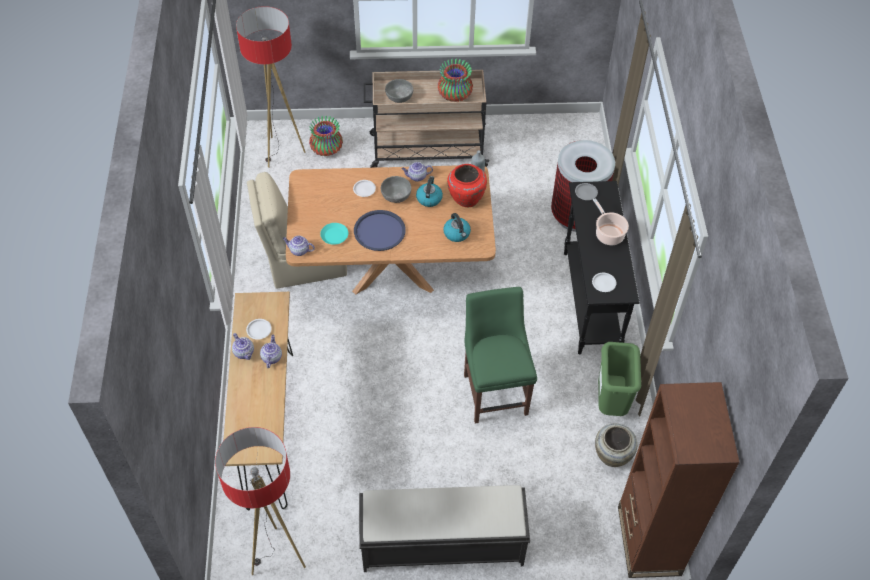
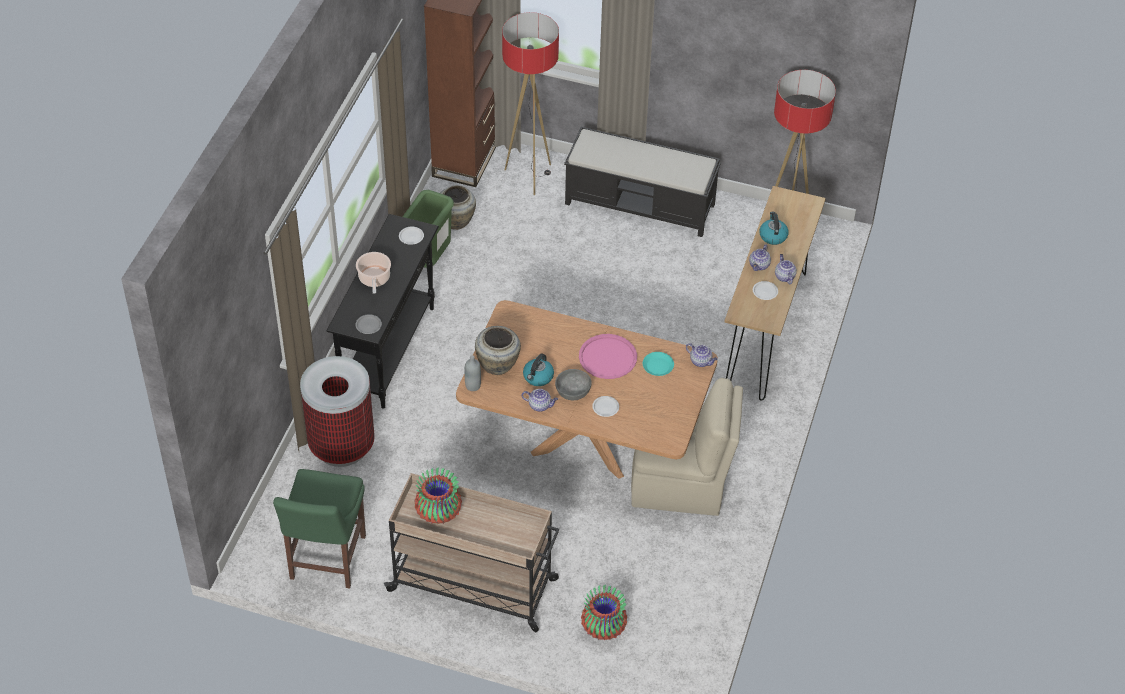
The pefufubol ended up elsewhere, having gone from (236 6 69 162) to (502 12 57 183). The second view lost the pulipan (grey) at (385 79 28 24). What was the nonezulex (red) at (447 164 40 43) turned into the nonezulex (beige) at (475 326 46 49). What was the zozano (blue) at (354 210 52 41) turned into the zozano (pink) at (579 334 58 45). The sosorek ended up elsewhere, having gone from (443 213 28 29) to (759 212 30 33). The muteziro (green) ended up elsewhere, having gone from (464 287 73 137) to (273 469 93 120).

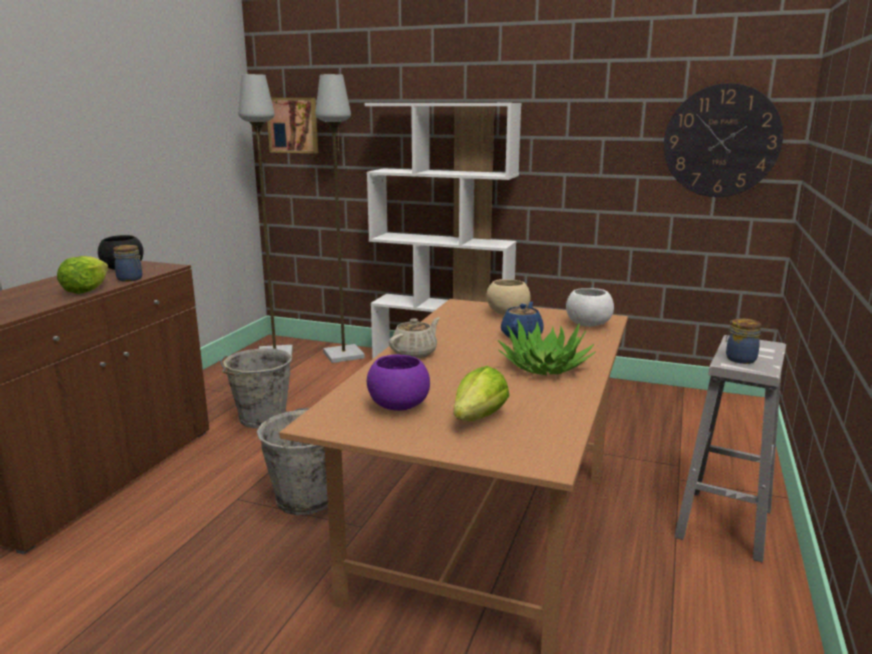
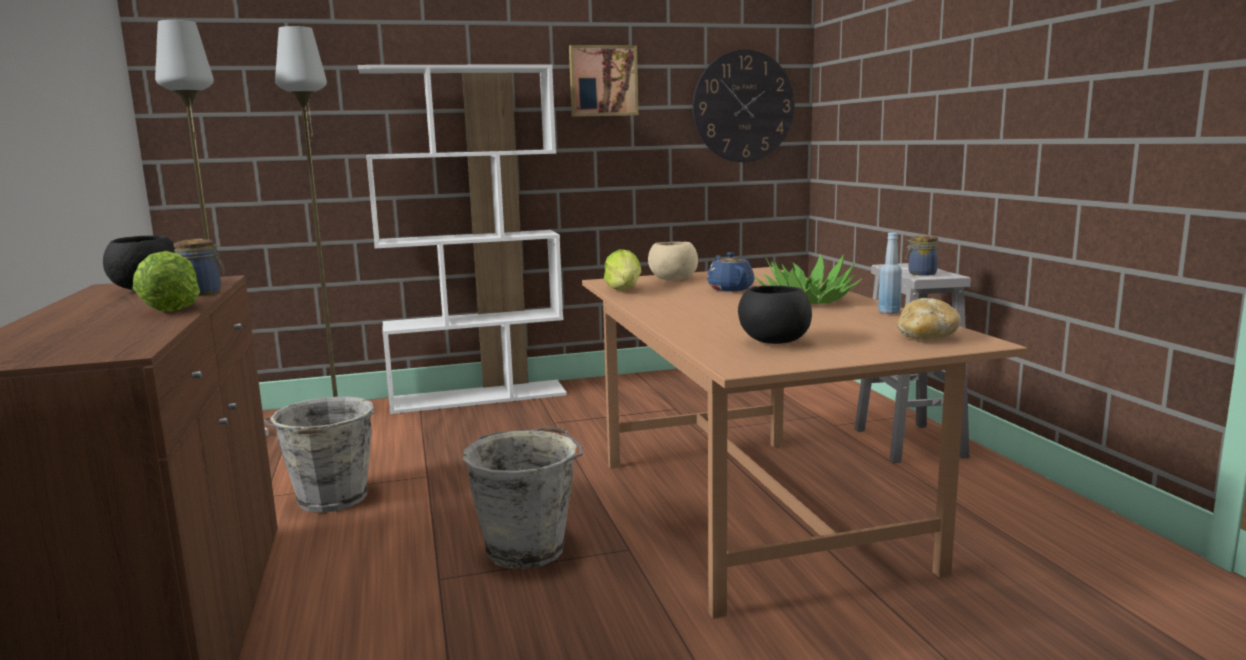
The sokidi ended up elsewhere, having gone from (267 98 51 56) to (569 45 69 72). The second view lost the pulipan (white) at (566 288 48 38). The second view lost the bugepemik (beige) at (389 318 51 40). What was the pulipan (purple) at (367 354 63 57) turned into the pulipan (black) at (738 286 74 58). The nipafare ended up elsewhere, having gone from (454 366 55 55) to (604 249 38 41). The second view gained the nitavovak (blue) at (878 232 24 82). The second view gained the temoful at (897 298 64 41).

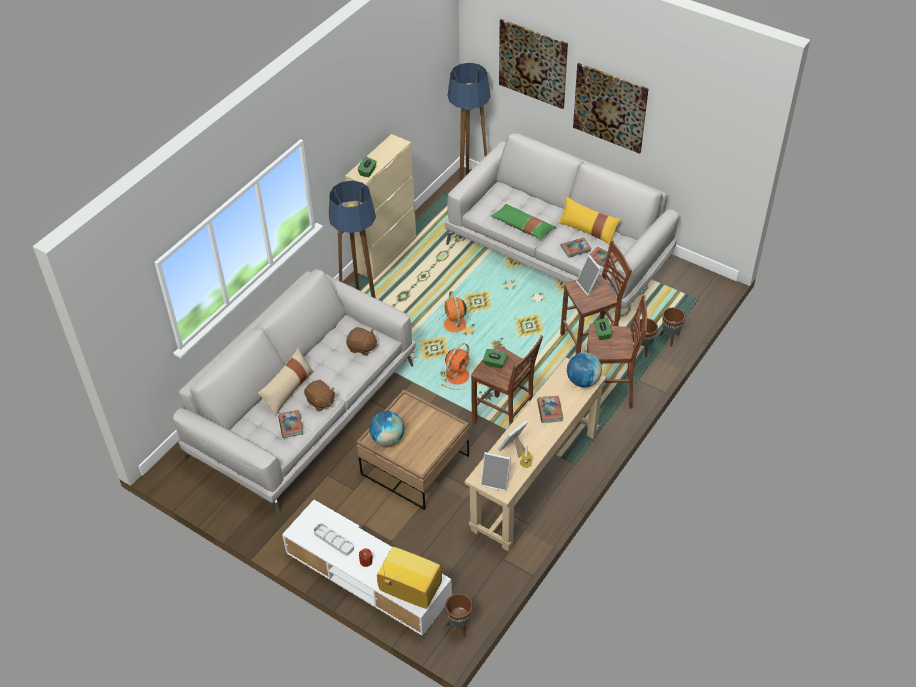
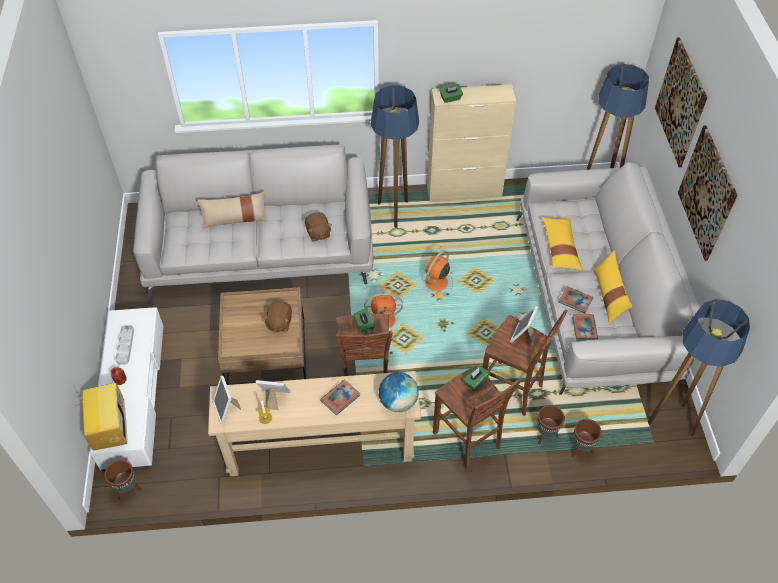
What was the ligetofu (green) at (491 204 66 36) turned into the ligetofu (yellow) at (541 217 42 54). The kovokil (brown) ended up elsewhere, having gone from (304 380 31 31) to (263 301 29 31). The second view lost the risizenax at (278 410 25 28). The second view lost the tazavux at (369 411 35 35). The second view gained the pefufubol at (648 299 102 137).

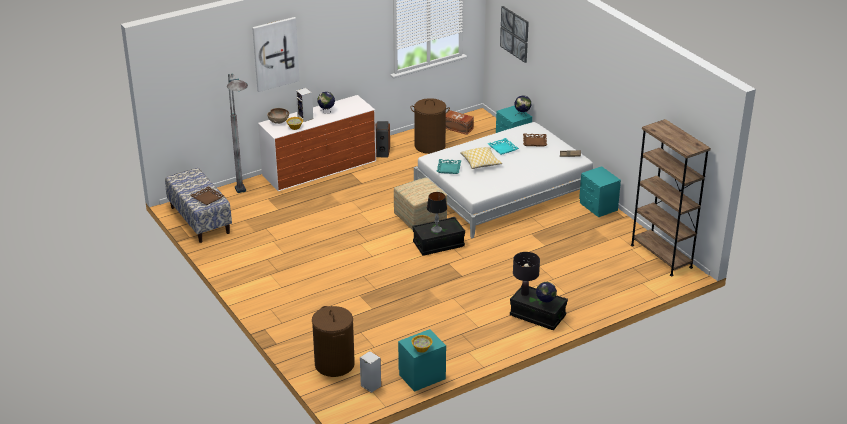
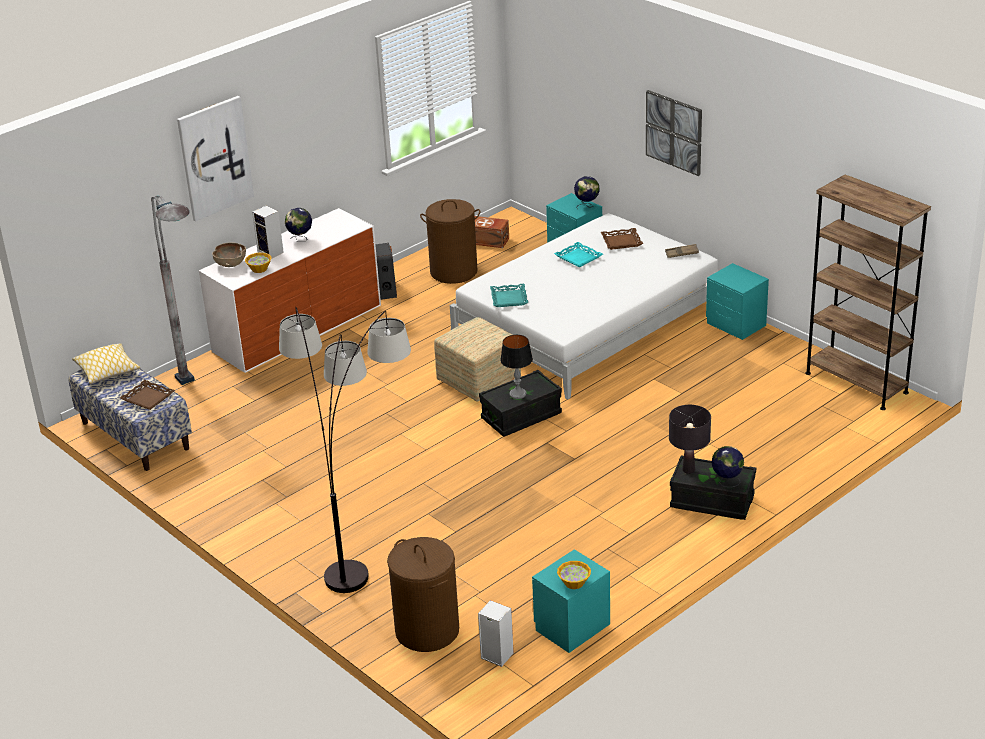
The sokidi ended up elsewhere, having gone from (500 6 29 57) to (646 90 56 86). The ligetofu ended up elsewhere, having gone from (460 147 42 22) to (72 343 69 41). The second view gained the pefufubol at (279 308 132 285).

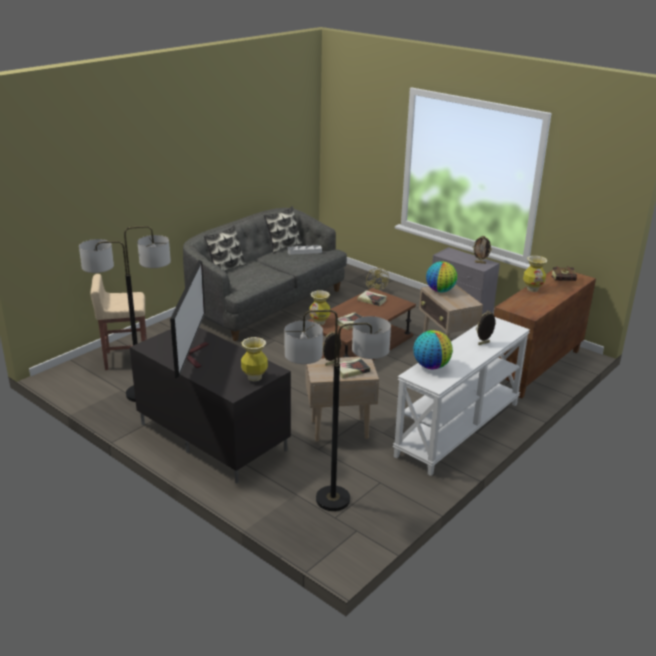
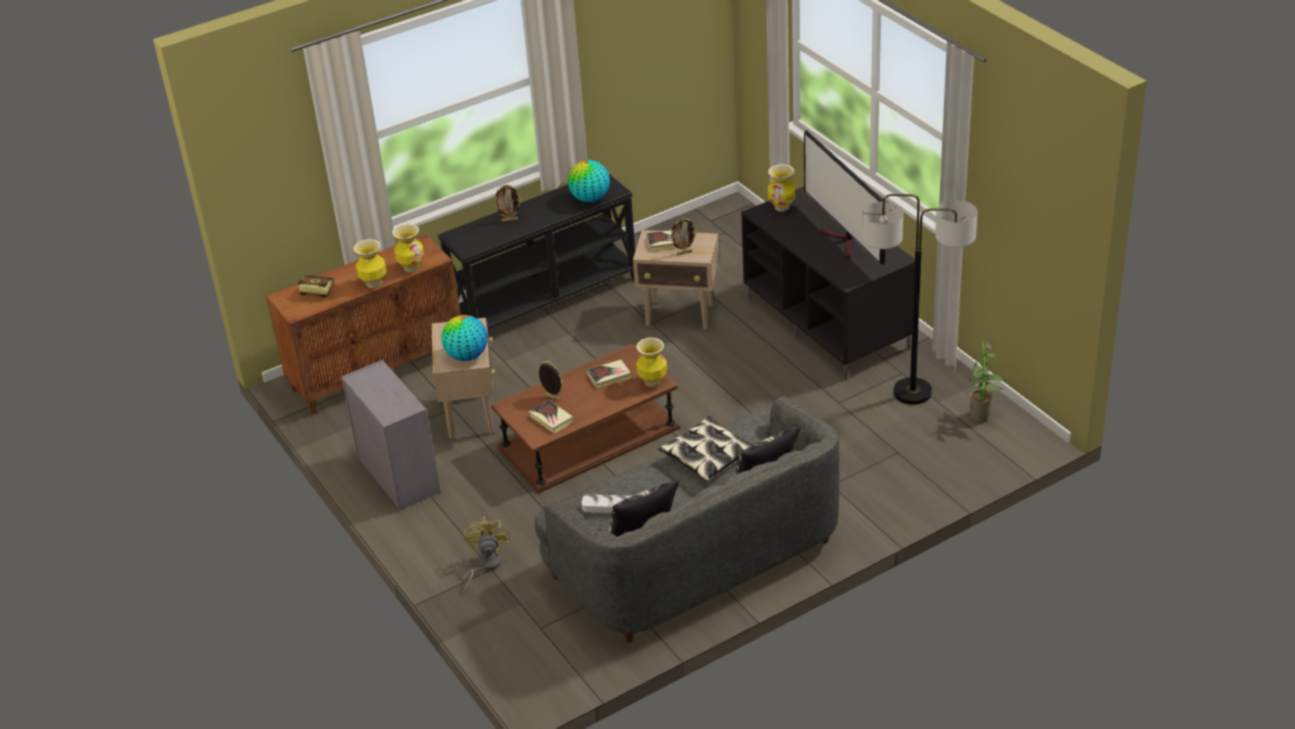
The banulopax ended up elsewhere, having gone from (473 236 19 28) to (538 361 25 39). The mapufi at (170 260 39 118) ended up facing another way, 45 degrees counterclockwise from before. The second view lost the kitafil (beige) at (91 274 56 96). The second view lost the pefufubol at (284 310 107 201). What was the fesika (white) at (393 317 137 159) turned into the fesika (black) at (438 174 197 157). The second view gained the nonezulex at (392 224 32 48). The second view gained the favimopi at (969 341 37 81). The second view gained the ligetofu at (658 416 95 66).

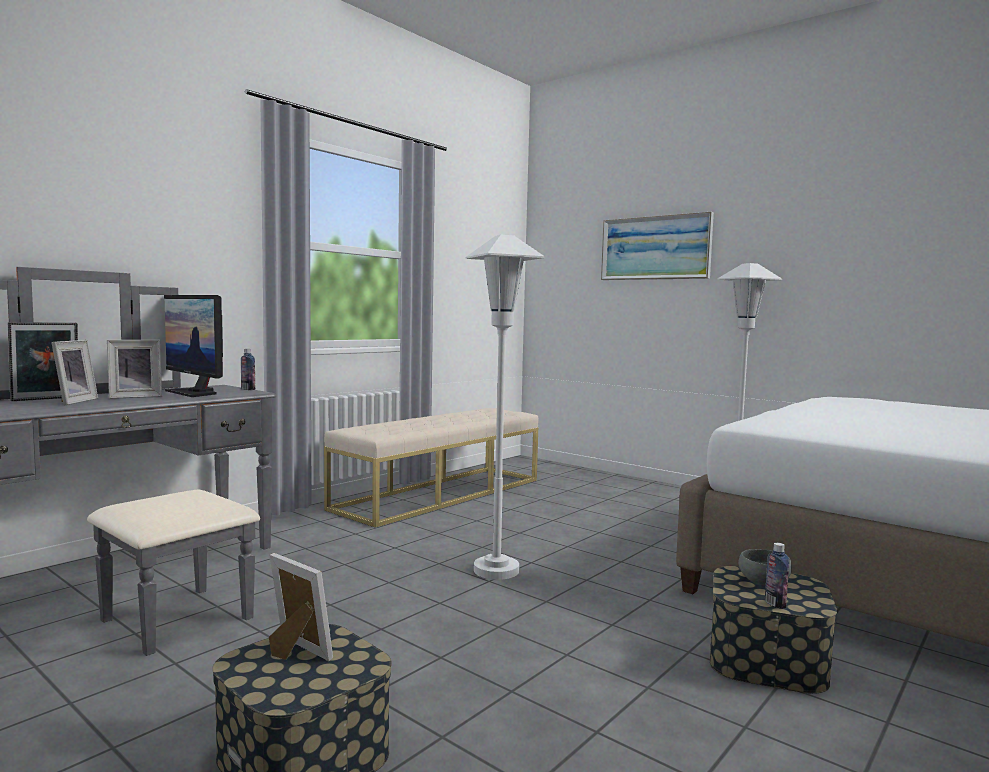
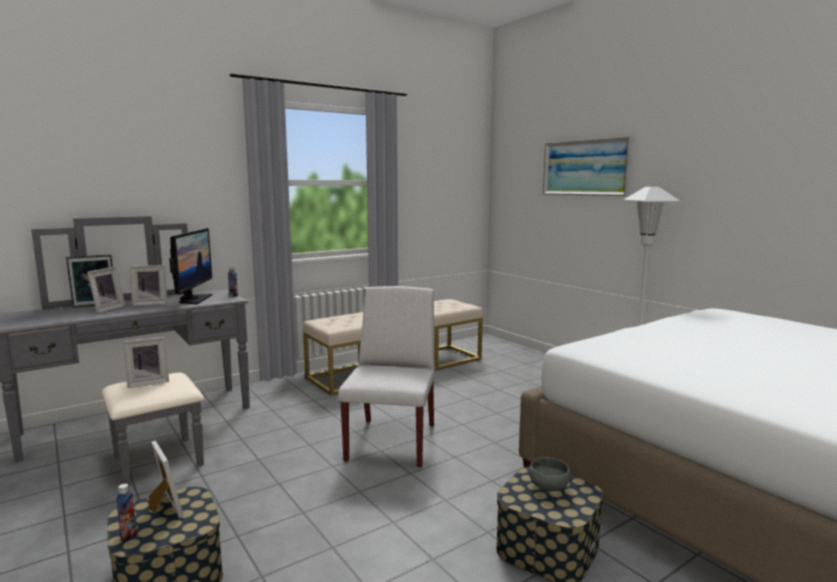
Where the pefufubol (white) stood at (465 235 80 345), the muteziro (white) came to stand at (338 286 97 182). The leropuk at (164 295 59 102) ended up facing another way, 150 degrees counterclockwise from before. The nitavovak ended up elsewhere, having gone from (765 543 24 66) to (116 484 21 58). The second view gained the banulopax at (123 337 46 51).

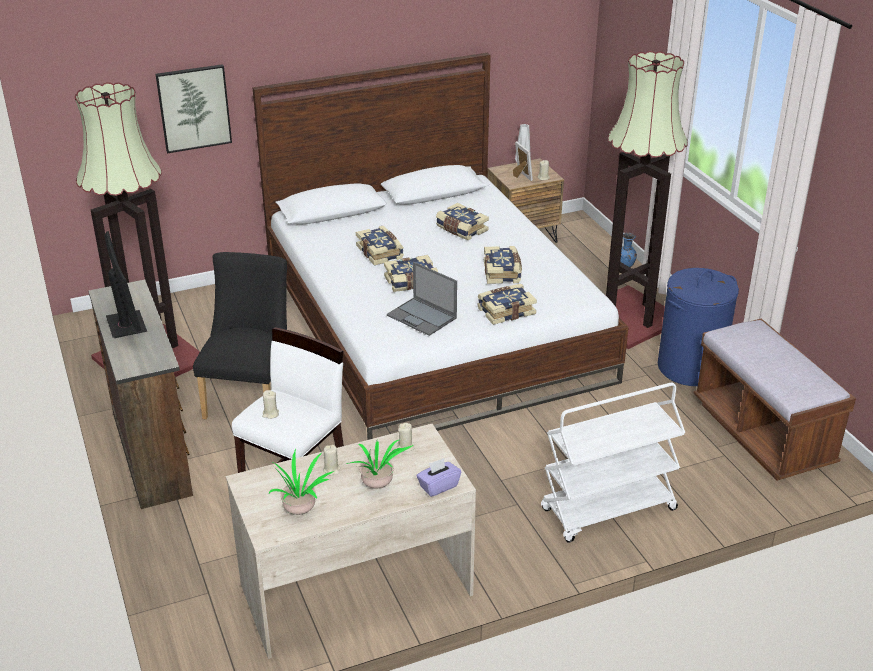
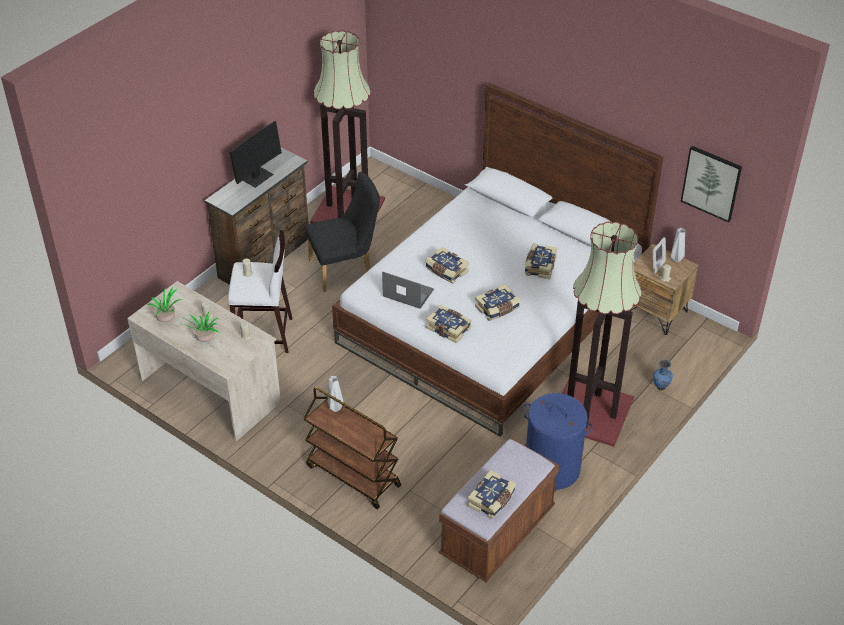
The sokidi ended up elsewhere, having gone from (156 64 76 89) to (681 146 61 77). The risizenax ended up elsewhere, having gone from (356 226 48 40) to (468 470 48 49). The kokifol at (387 262 70 74) ended up facing another way, 105 degrees clockwise from before. What was the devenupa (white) at (541 383 144 160) turned into the devenupa (brown) at (303 387 98 122). The second view lost the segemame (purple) at (416 458 45 39). The second view gained the nonezulex (grey) at (328 376 15 36).

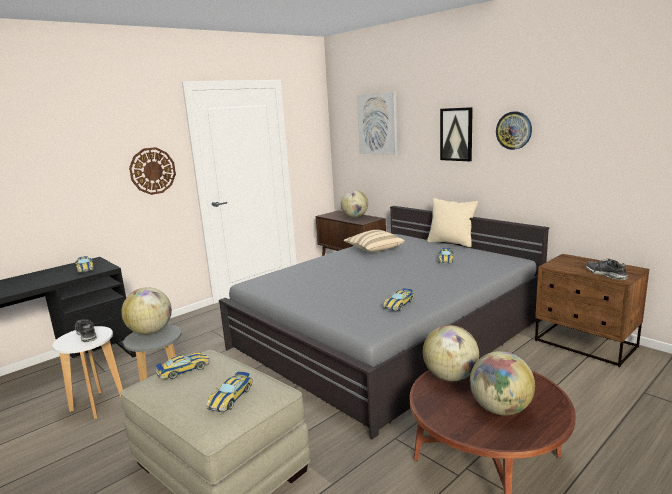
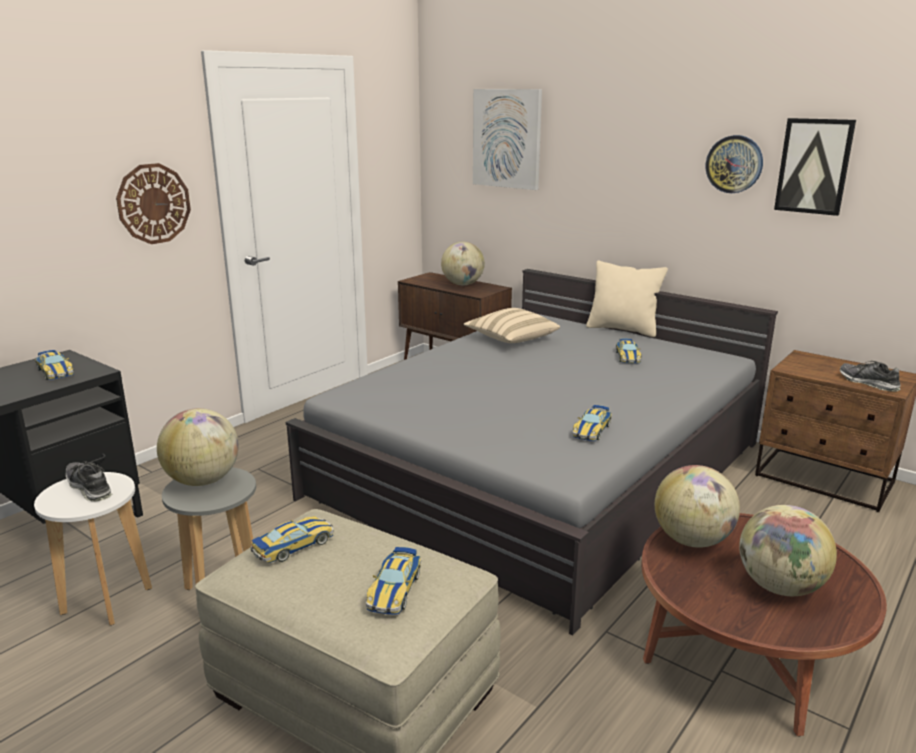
The sokidi ended up elsewhere, having gone from (440 107 33 54) to (774 118 82 98).

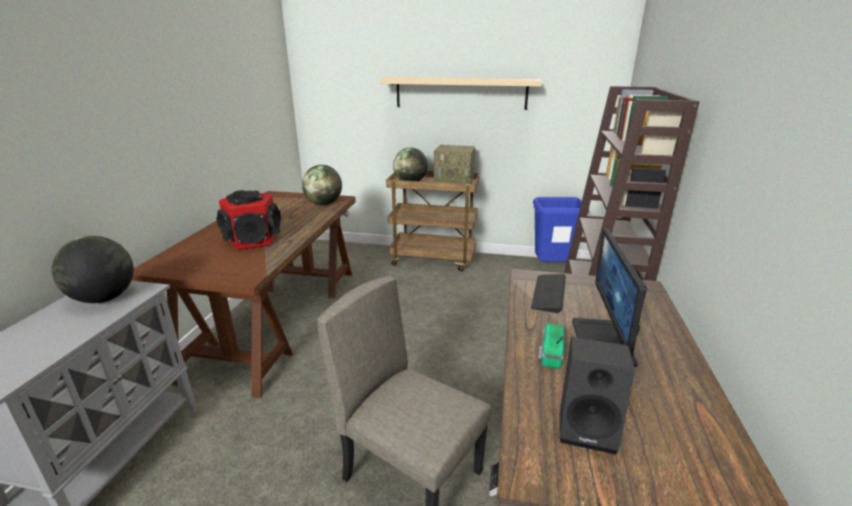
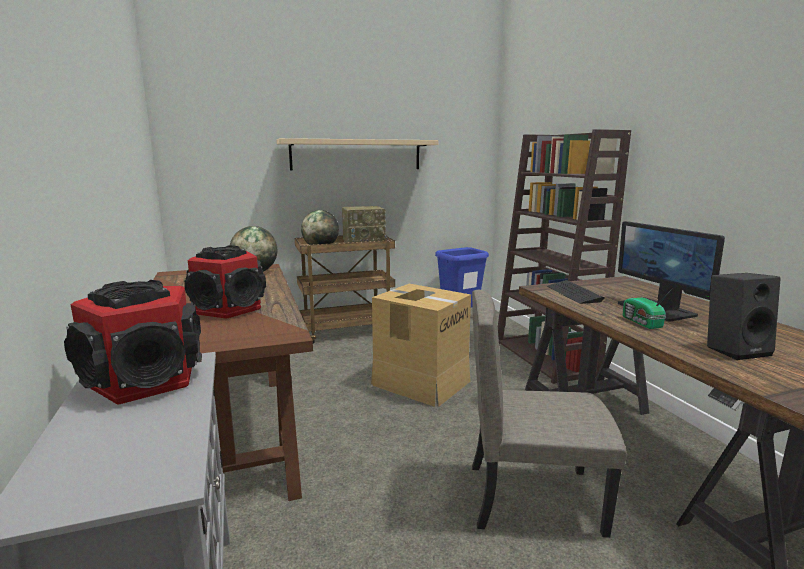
Where the tazavux stood at (52 236 82 67), the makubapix came to stand at (64 280 138 125). The second view gained the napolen at (371 284 100 123).

